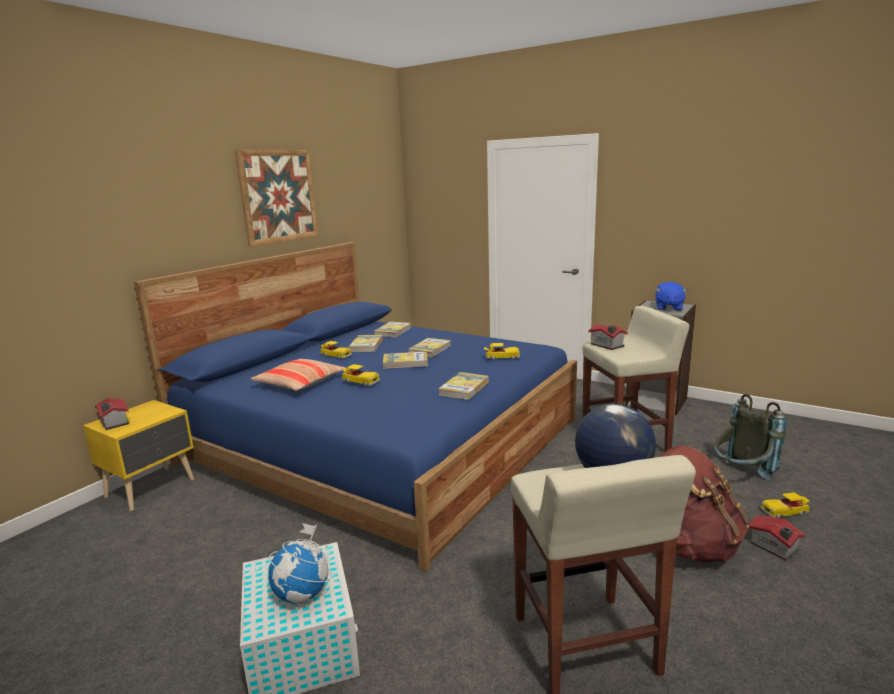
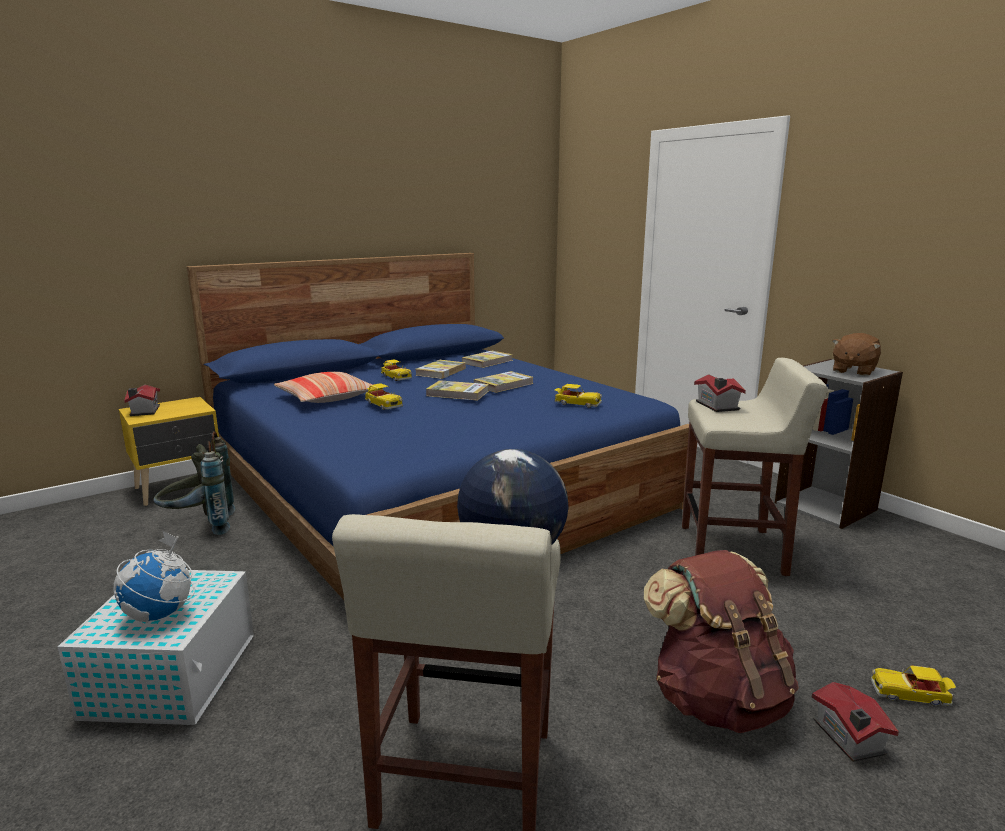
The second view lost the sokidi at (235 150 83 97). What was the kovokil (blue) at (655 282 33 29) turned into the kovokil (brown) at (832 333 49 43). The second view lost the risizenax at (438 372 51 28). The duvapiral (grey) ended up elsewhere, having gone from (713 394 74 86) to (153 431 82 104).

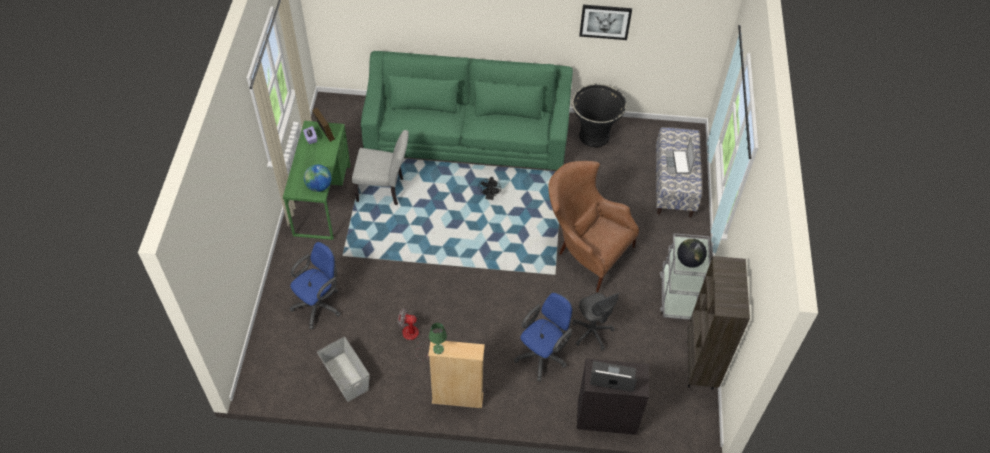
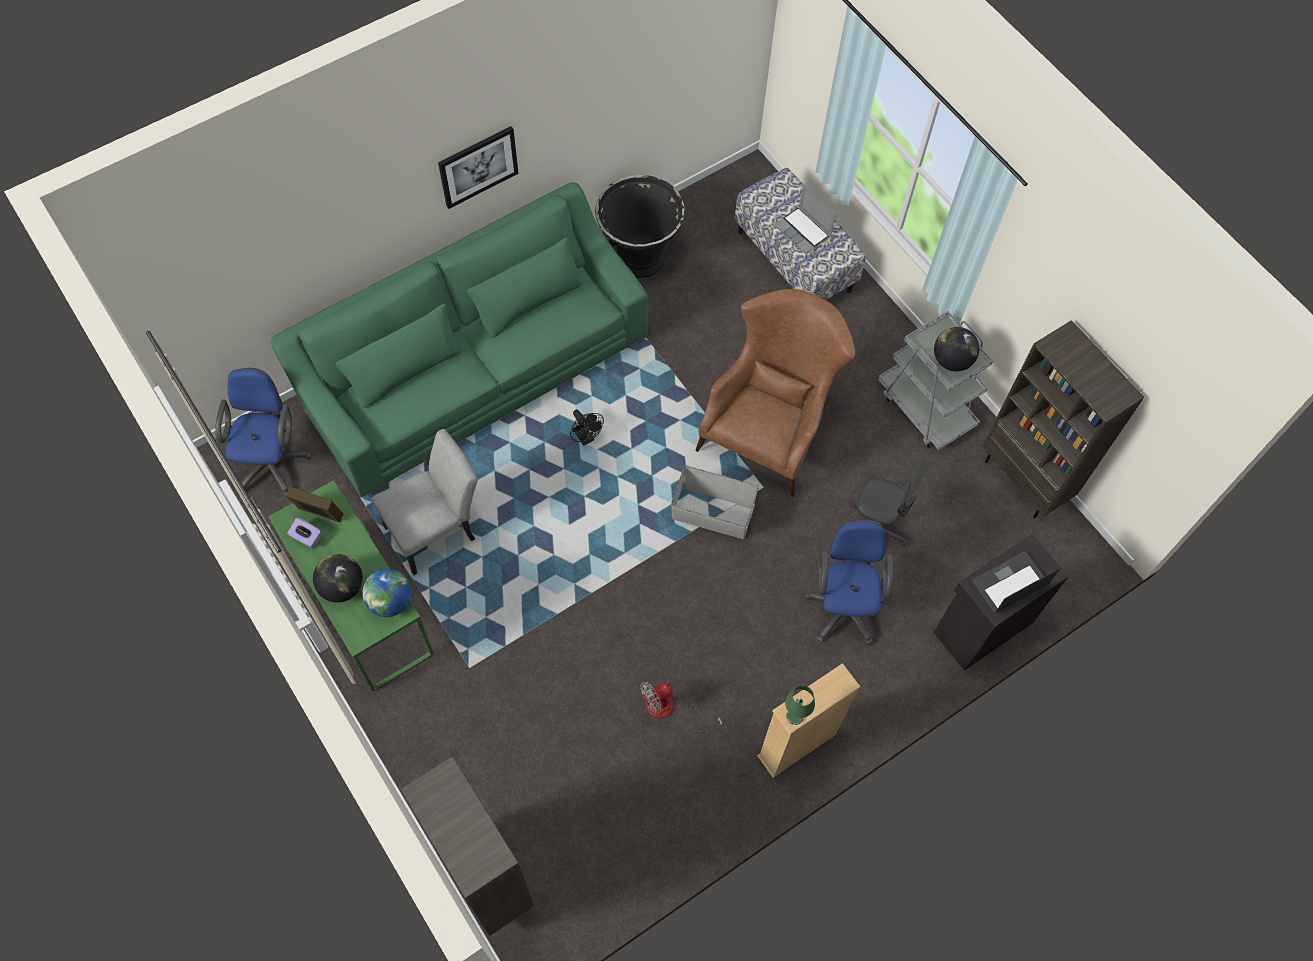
The sokidi ended up elsewhere, having gone from (579 5 53 35) to (438 126 81 83). The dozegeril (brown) at (548 161 91 131) ended up facing another way, 120 degrees clockwise from before. The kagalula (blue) ended up elsewhere, having gone from (290 242 51 87) to (215 368 96 128). The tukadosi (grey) ended up elsewhere, having gone from (317 337 53 65) to (671 466 88 73). The second view gained the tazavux at (313 554 50 49). The second view gained the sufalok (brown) at (401 757 133 179).

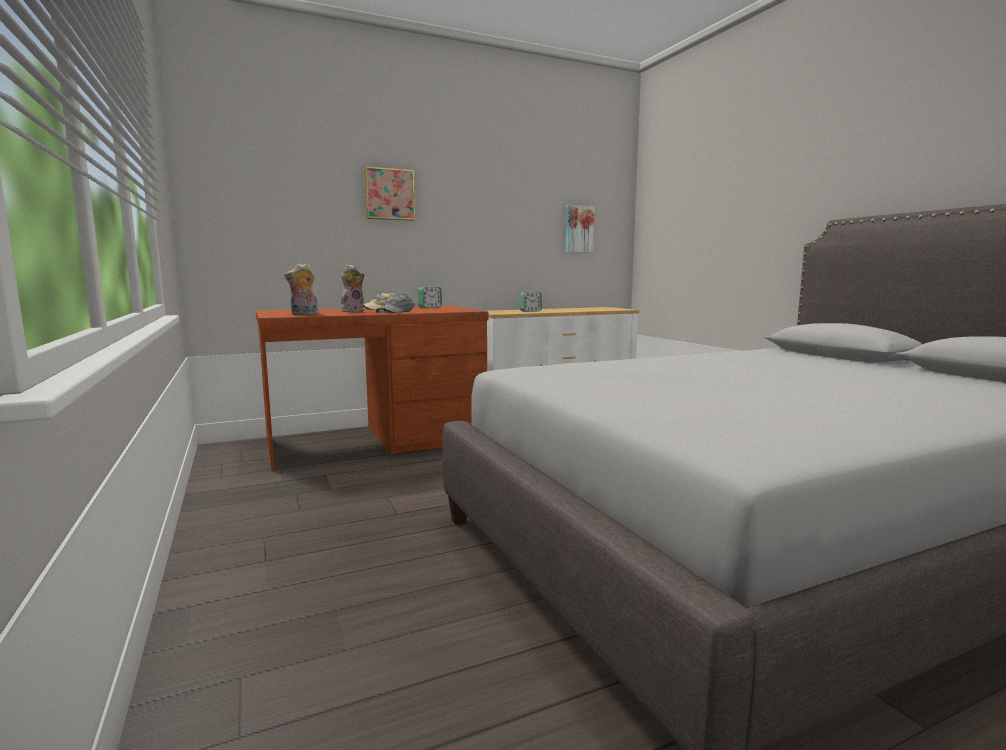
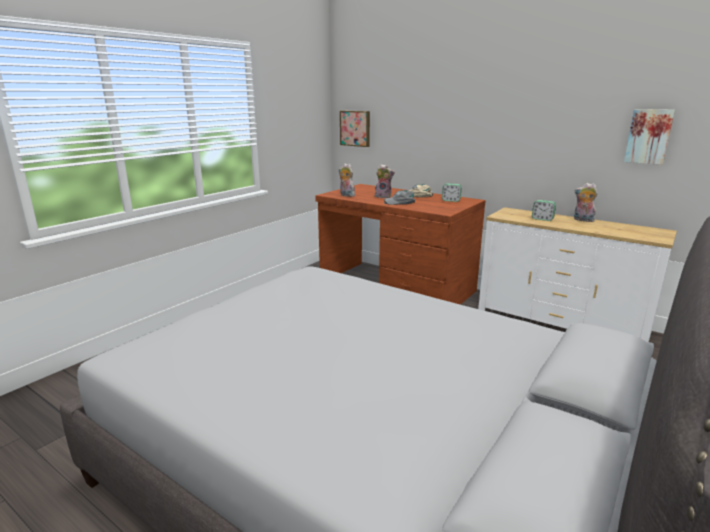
The sokidi ended up elsewhere, having gone from (364 166 51 55) to (340 111 30 36). The second view gained the kovokil at (574 183 24 39).

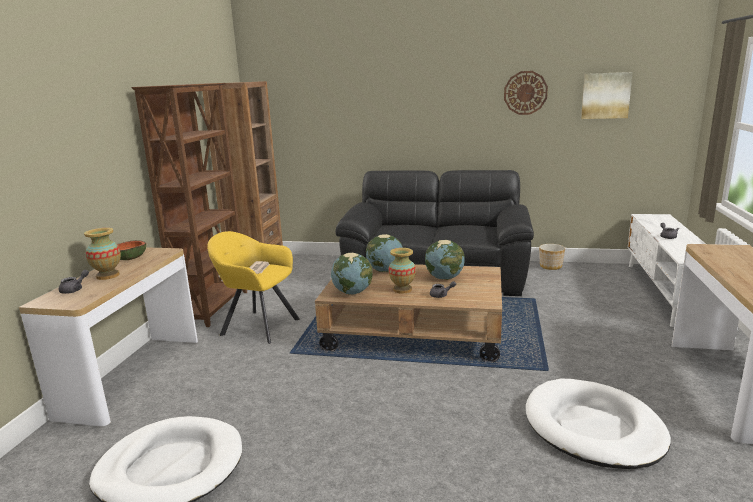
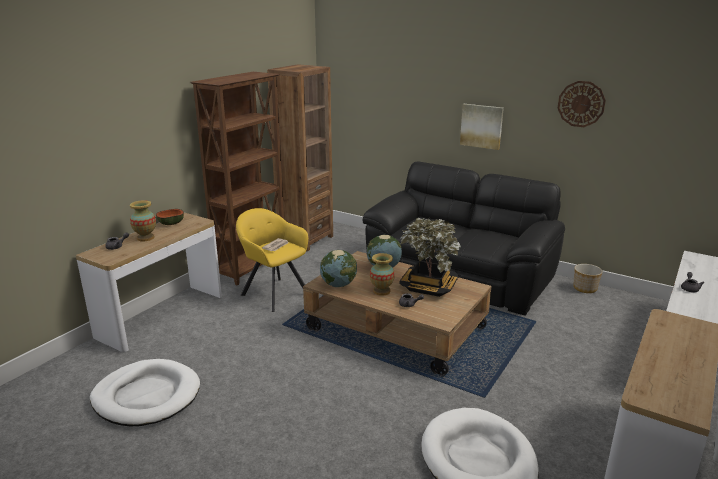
The sokidi ended up elsewhere, having gone from (581 72 52 47) to (460 104 44 46). Where the tazavux stood at (425 240 40 40), the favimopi came to stand at (399 218 62 79).

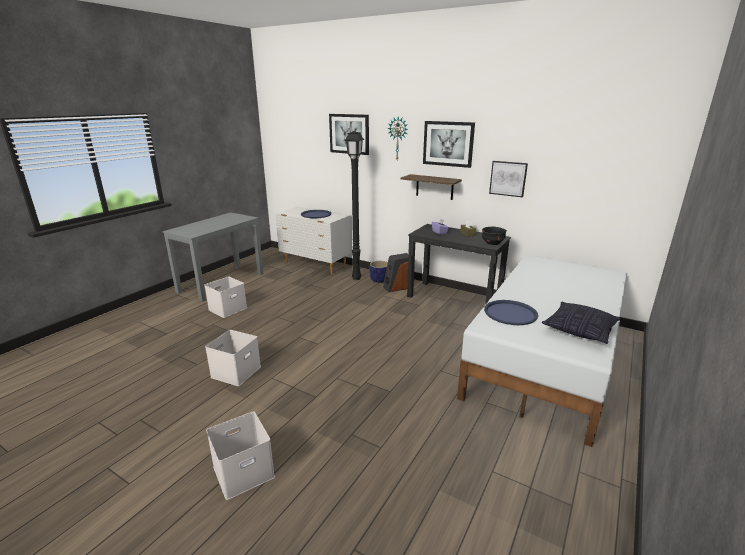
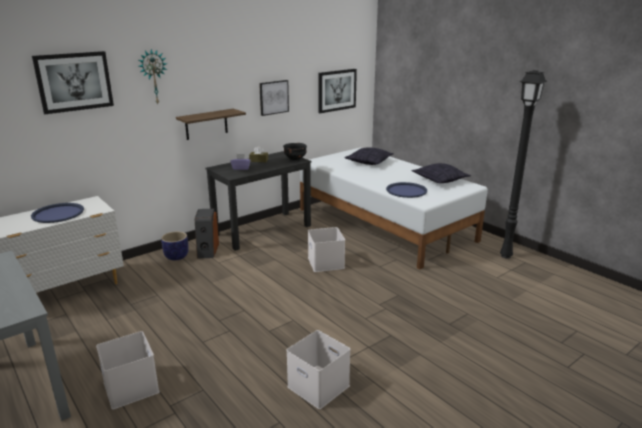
The sokidi ended up elsewhere, having gone from (423 121 52 47) to (318 69 39 44). The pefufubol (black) ended up elsewhere, having gone from (344 131 21 149) to (500 70 47 189). The tukadosi (white) ended up elsewhere, having gone from (206 411 69 89) to (308 227 37 45). The second view gained the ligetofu at (344 147 50 18).

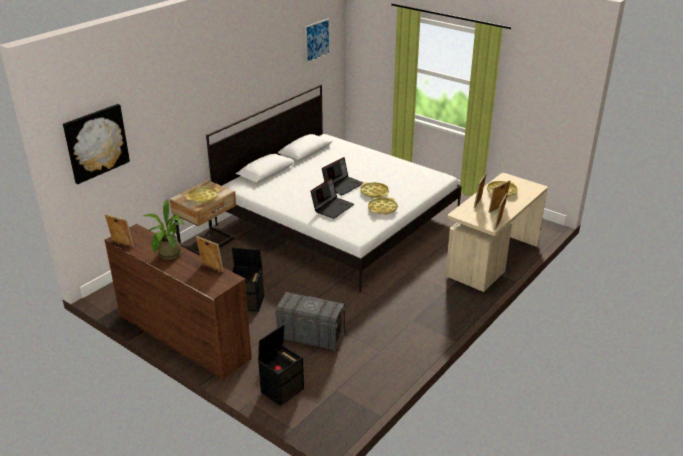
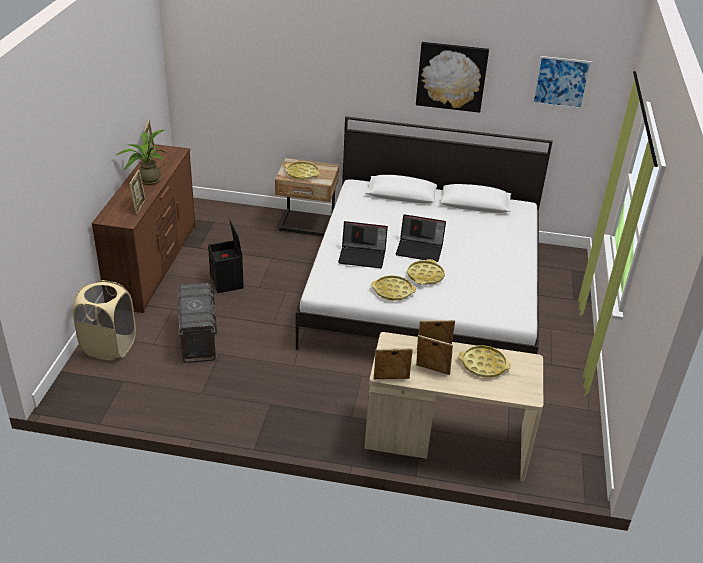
The sokidi ended up elsewhere, having gone from (63 104 67 80) to (416 42 73 71). Where the tukadosi (black) stood at (258 324 46 82), the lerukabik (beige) came to stand at (73 280 63 81).

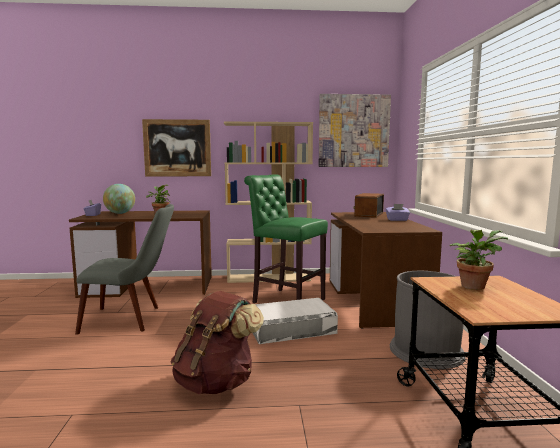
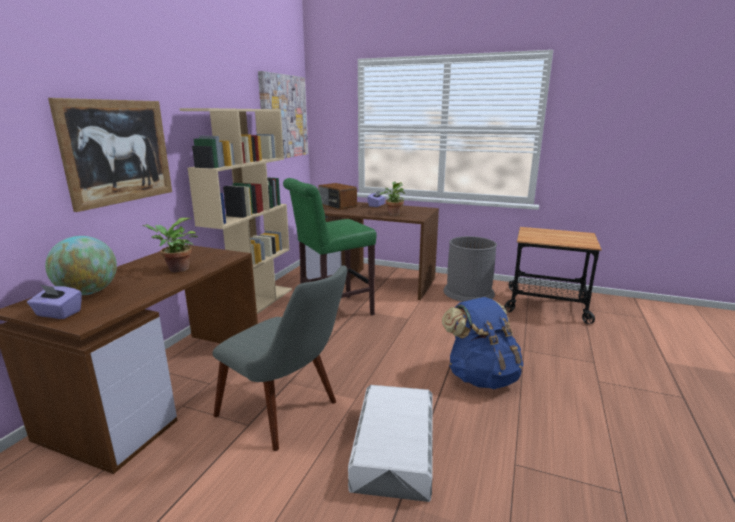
The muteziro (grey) at (75 204 99 131) ended up facing another way, 105 degrees clockwise from before. The favimopi ended up elsewhere, having gone from (449 230 59 60) to (379 182 26 34). What was the duvapiral (brown) at (170 291 94 103) turned into the duvapiral (blue) at (442 297 81 92). The tukadosi (white) ended up elsewhere, having gone from (253 298 85 46) to (348 385 85 117).

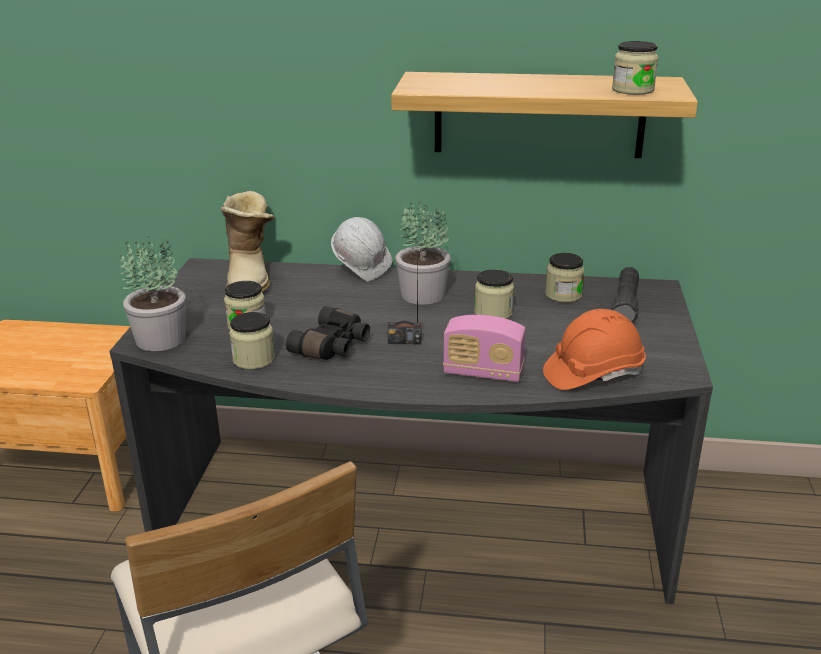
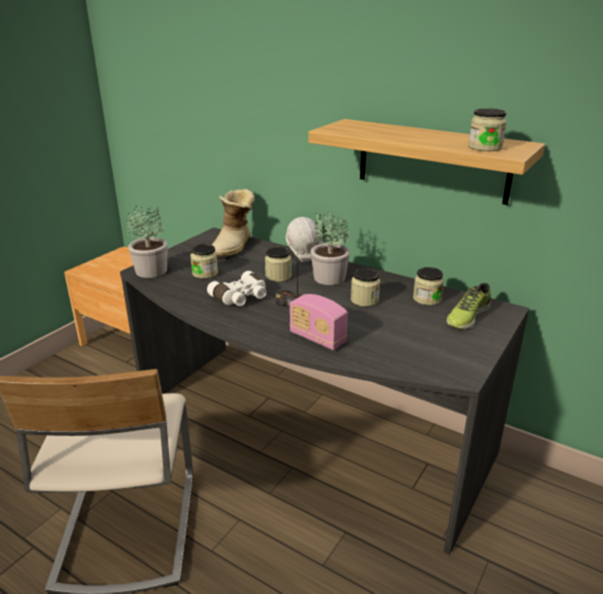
Where the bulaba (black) stood at (611 267 28 56), the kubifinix came to stand at (446 283 45 46). What was the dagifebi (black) at (286 306 84 54) turned into the dagifebi (white) at (207 271 60 35). The second view lost the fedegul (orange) at (543 309 103 81). The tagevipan ended up elsewhere, having gone from (229 312 46 58) to (265 247 26 35).

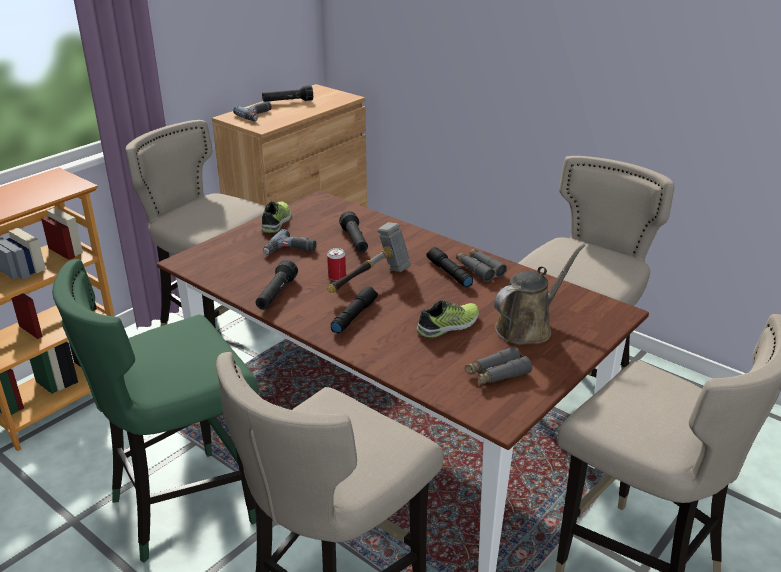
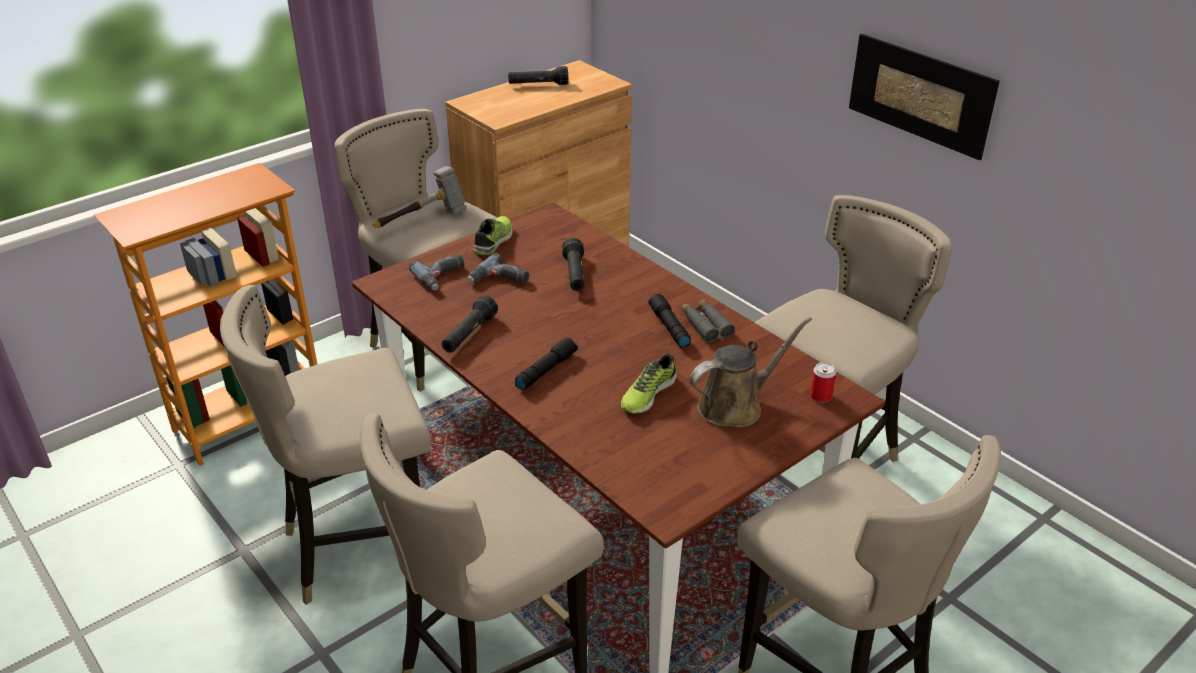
The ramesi ended up elsewhere, having gone from (233 102 39 20) to (409 254 55 37). The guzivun ended up elsewhere, having gone from (327 222 84 71) to (373 166 94 62). The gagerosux ended up elsewhere, having gone from (327 248 19 33) to (810 362 26 40). What was the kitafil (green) at (52 259 206 304) turned into the kitafil (beige) at (220 285 211 320). The kubifinix at (417 300 62 38) ended up facing another way, 150 degrees clockwise from before. The second view lost the dagifebi (grey) at (465 346 67 39). The second view gained the sokidi at (849 34 151 126).

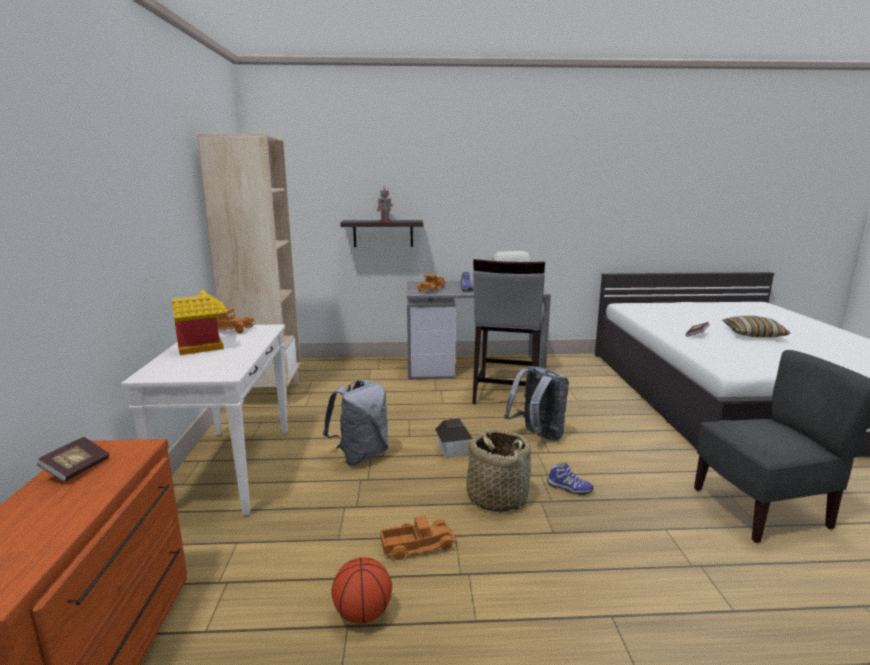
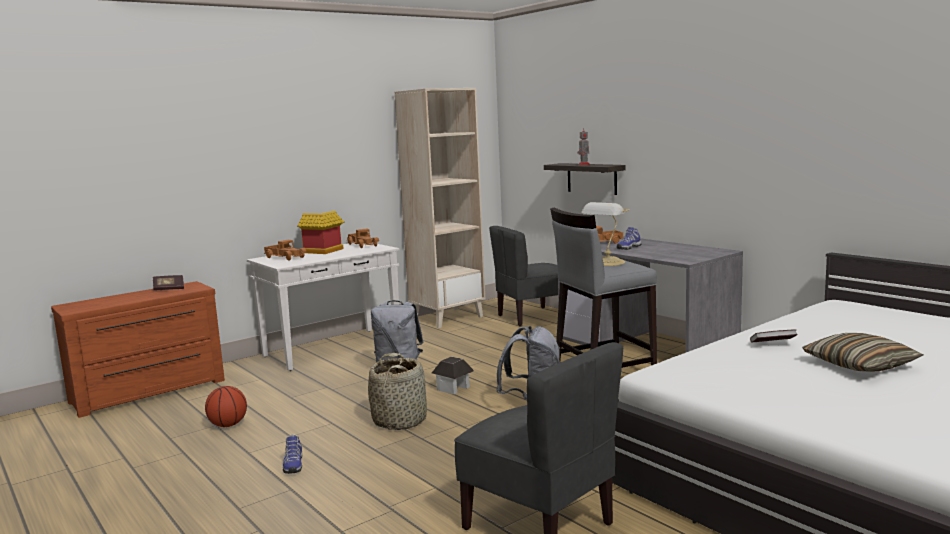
The kubifinix ended up elsewhere, having gone from (547 463 46 32) to (283 434 19 40). The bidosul ended up elsewhere, having gone from (380 516 76 44) to (264 240 42 21). The second view gained the muteziro (grey) at (489 226 69 101).

